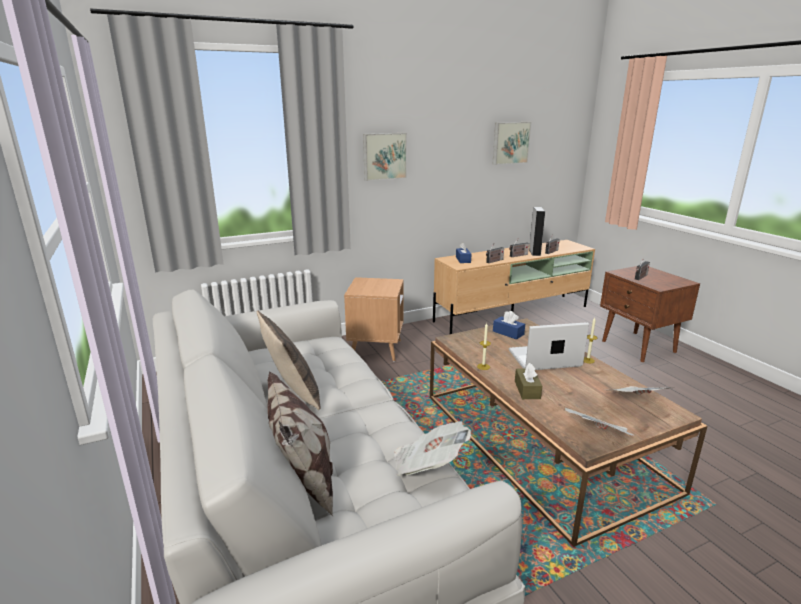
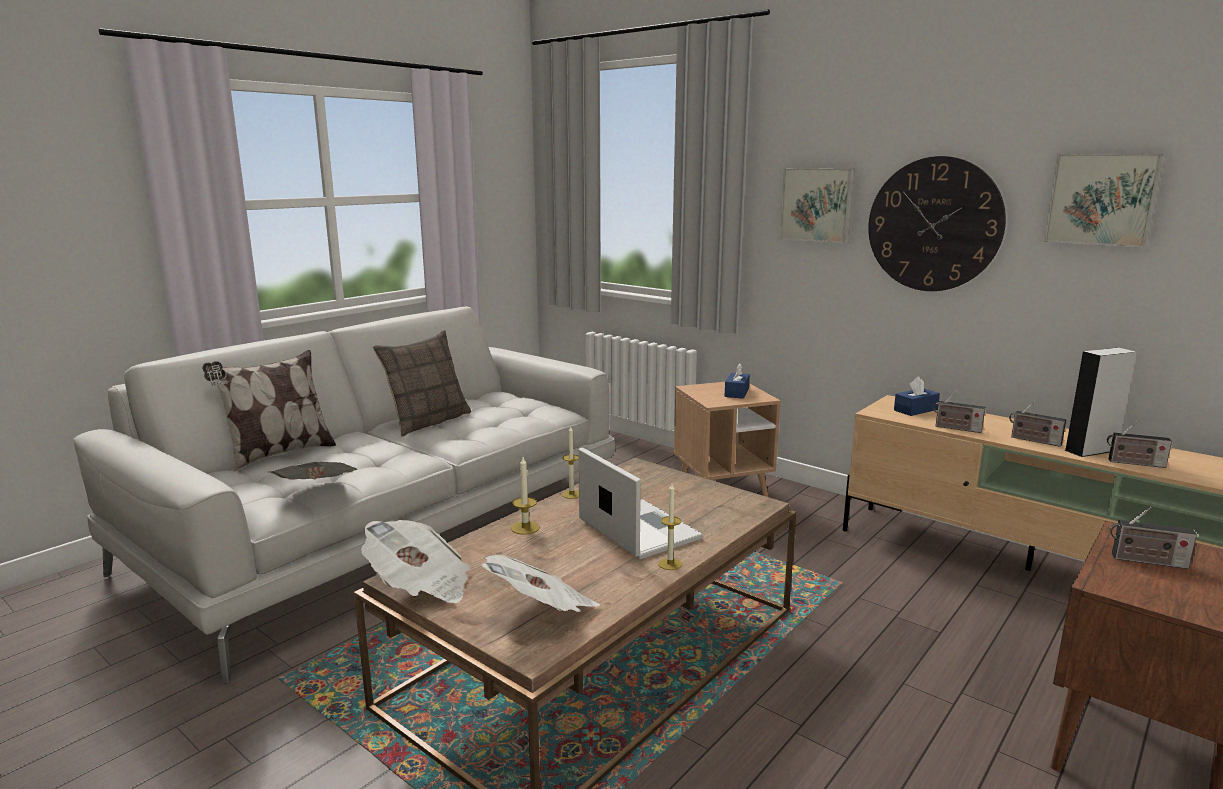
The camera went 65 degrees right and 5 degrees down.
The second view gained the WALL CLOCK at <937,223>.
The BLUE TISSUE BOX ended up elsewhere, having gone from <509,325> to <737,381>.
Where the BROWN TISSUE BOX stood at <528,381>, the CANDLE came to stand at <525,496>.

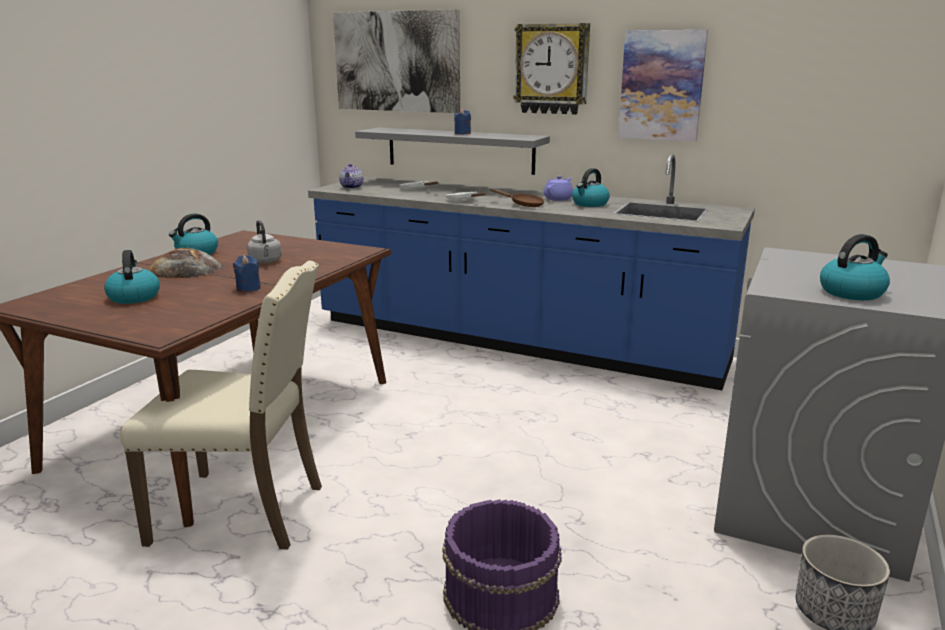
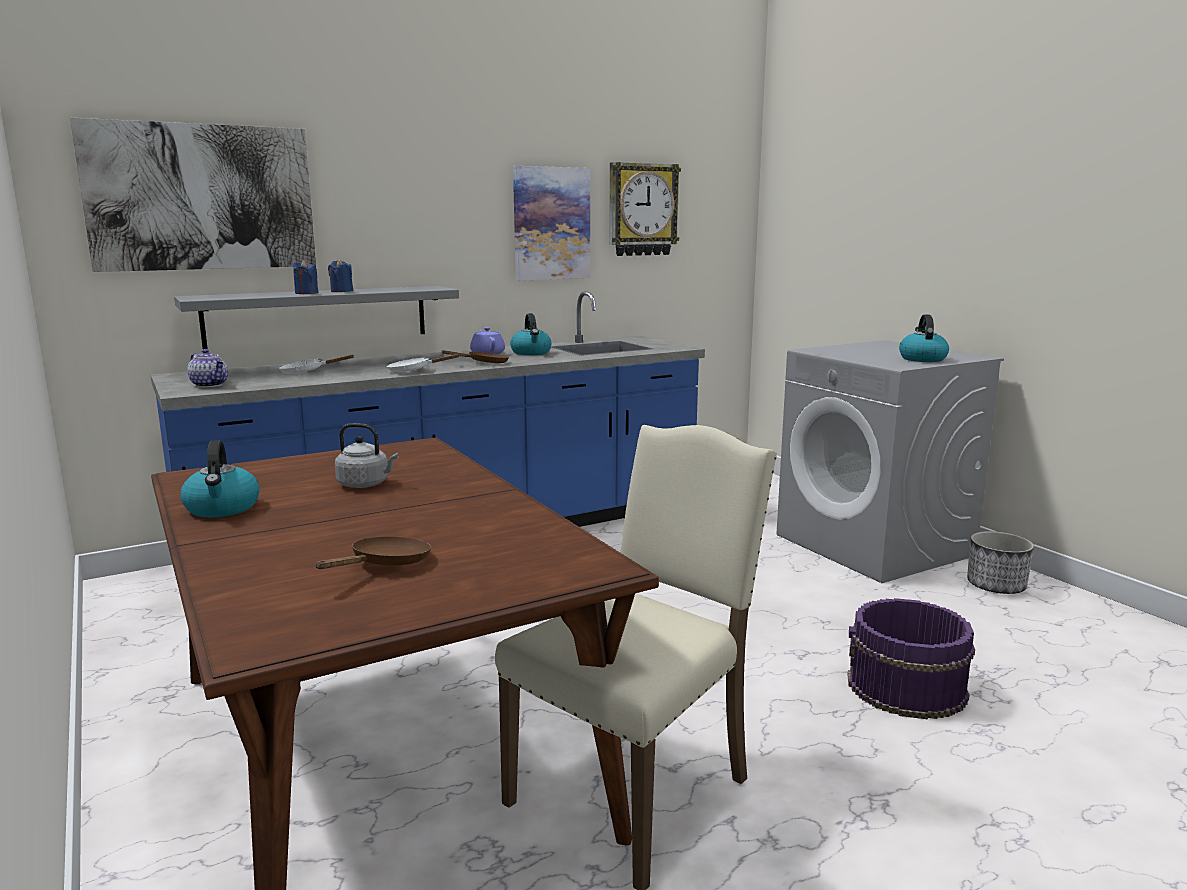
The camera went 55 degrees left and 5 degrees down.
The second view lost the BREAD at <185,263>.
The BLUE CANDLE ended up elsewhere, having gone from <247,273> to <305,277>.
The WALL CLOCK ended up elsewhere, having gone from <551,69> to <645,209>.
Where the KETTLE stood at <132,277>, the BROWN FRYING PAN came to stand at <373,552>.

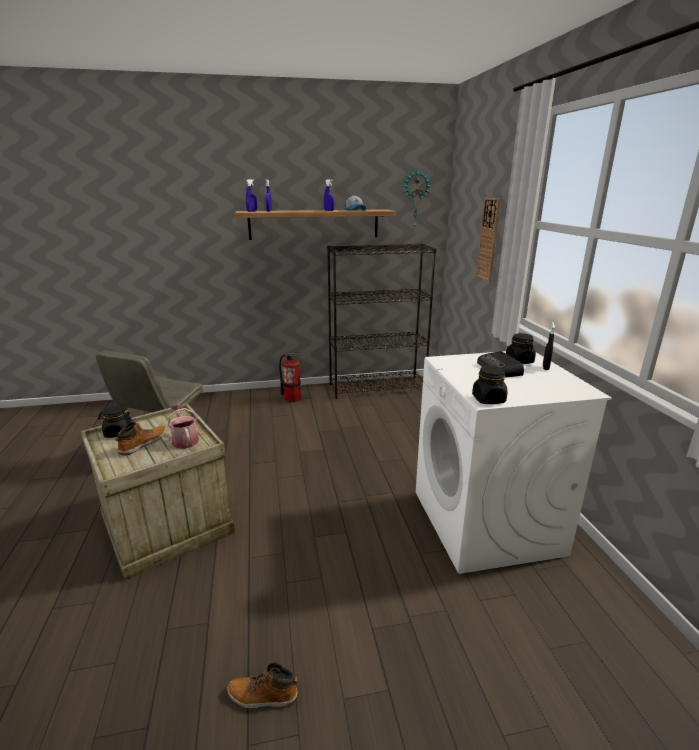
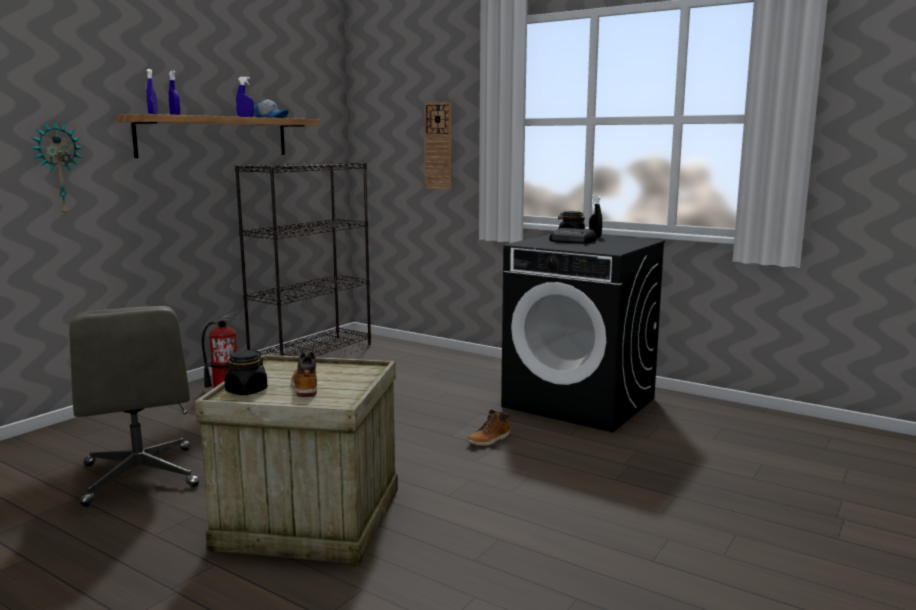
The camera went 45 degrees left and 10 degrees down.
The second view lost the WATERING CAN at <183,426>.
The second view lost the BLACK JAR at <490,384>.
The BOOT ended up elsewhere, having gone from <262,686> to <488,428>.
The WALL CLOCK ended up elsewhere, having gone from <417,198> to <57,169>.
What was the WHITE WASHING MACHINE at <514,462> turned into the BLACK WASHING MACHINE at <583,333>.

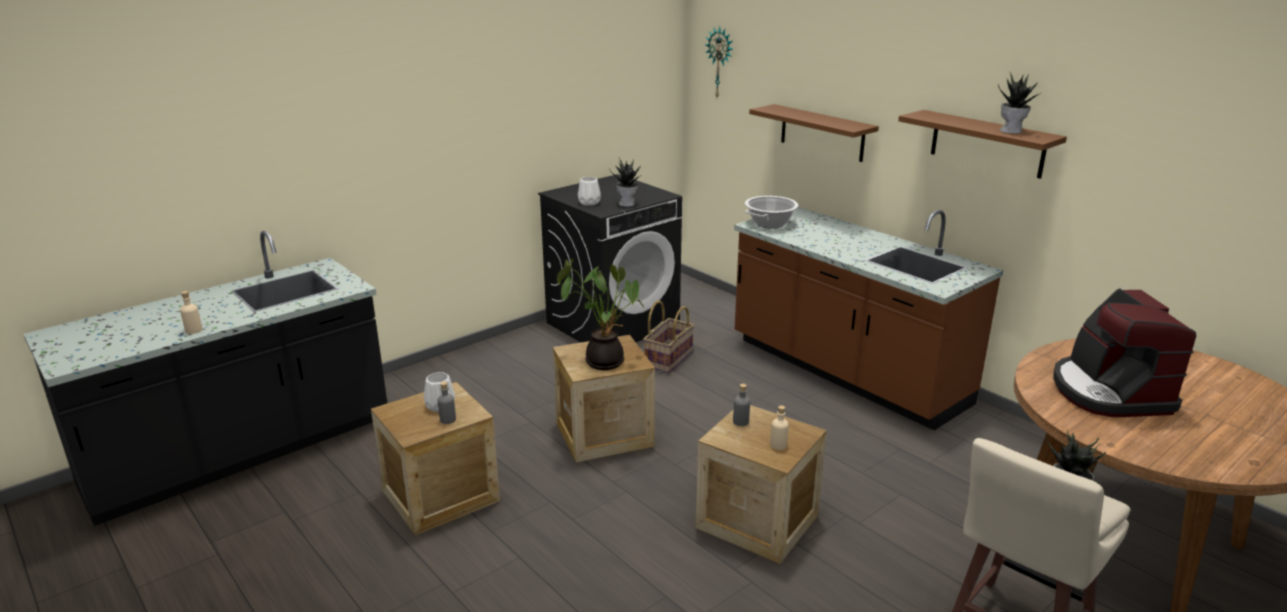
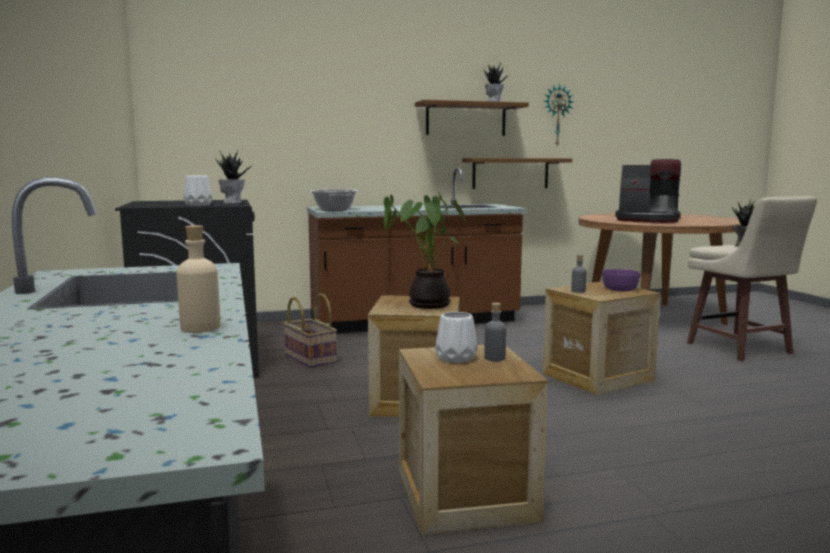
The camera went 65 degrees left and 15 degrees down.
The WALL CLOCK ended up elsewhere, having gone from <719,61> to <559,115>.
The BROWN SHELF ended up elsewhere, having gone from <814,133> to <517,173>.
Where the BEIGE BOTTLE stood at <779,428>, the PURPLE BOWL came to stand at <621,280>.

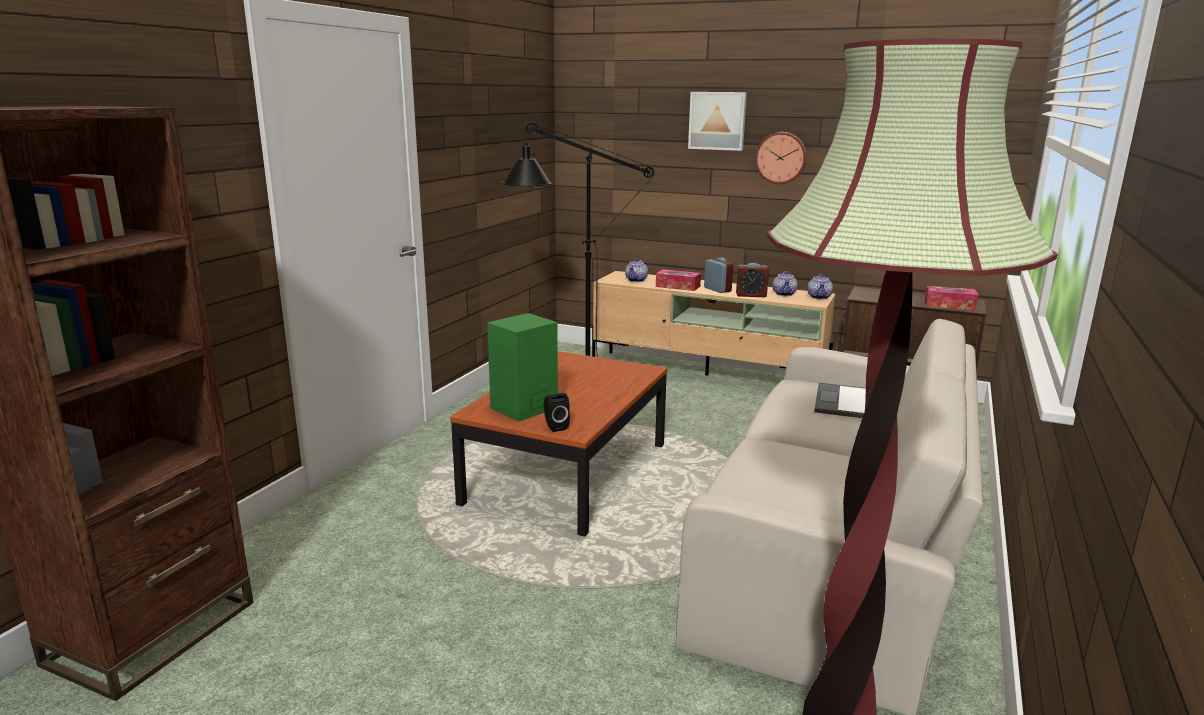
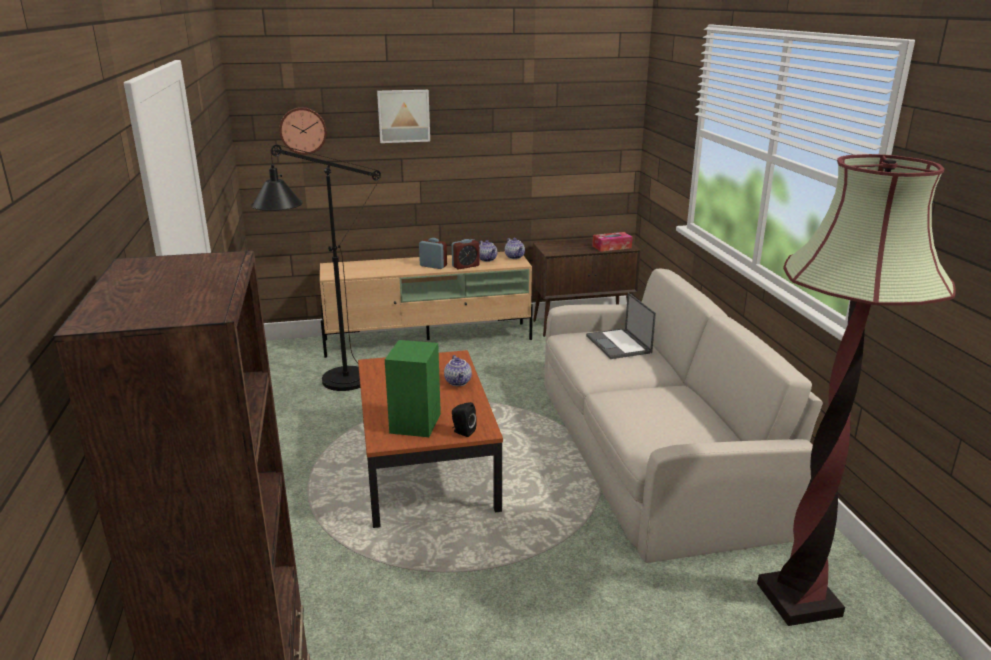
The camera went 35 degrees left and 5 degrees up.
The second view lost the TISSUE BOX at <678,280>.
The TEAPOT ended up elsewhere, having gone from <636,270> to <458,370>.
The WALL CLOCK ended up elsewhere, having gone from <781,158> to <303,131>.

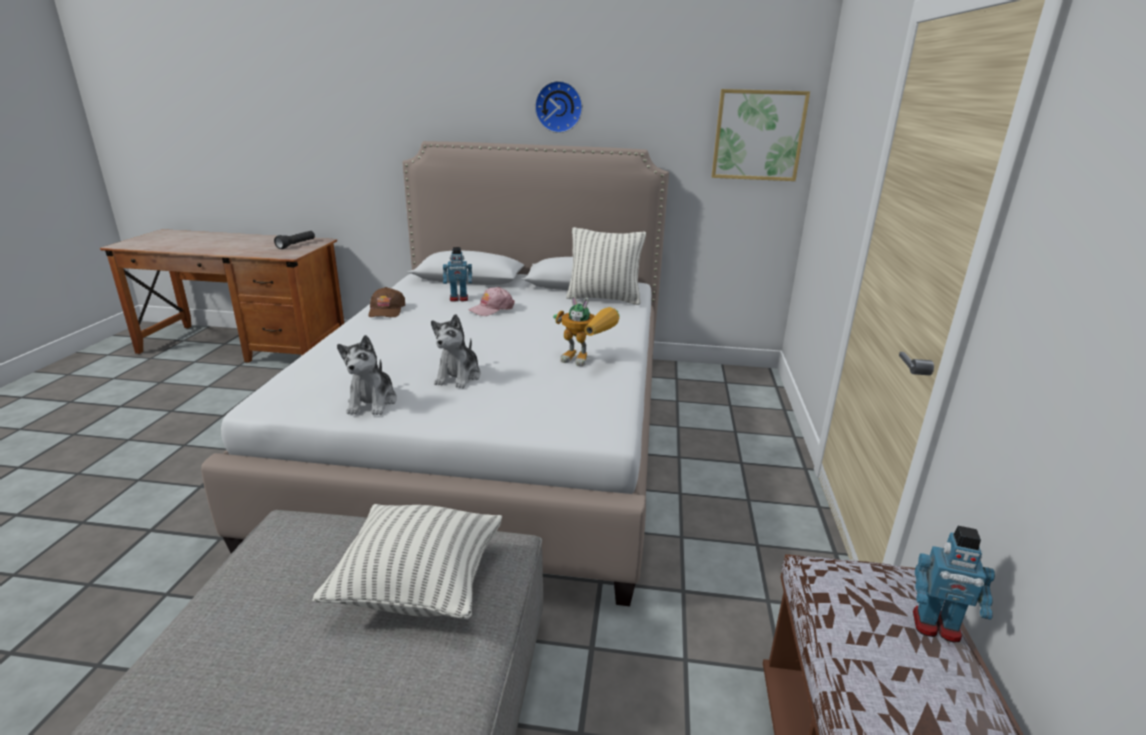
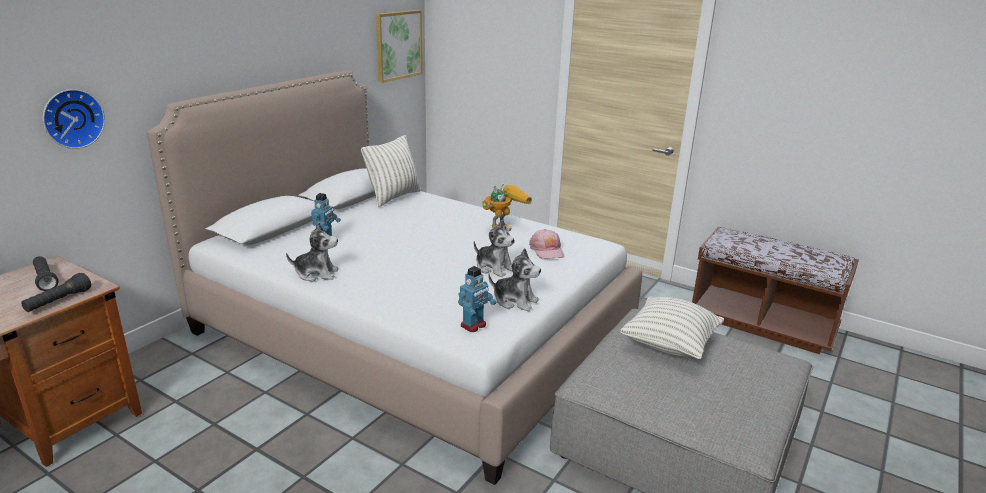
The camera went 65 degrees left and 0 degrees up.
The second view gained the BLACK FLASHLIGHT at <56,292>.
The PINK CAP ended up elsewhere, having gone from <491,301> to <547,244>.
The WALL CLOCK ended up elsewhere, having gone from <559,107> to <74,119>.
The TOY ROBOT ended up elsewhere, having gone from <954,584> to <477,299>.
Where the BROWN CAP stood at <386,302>, the PLUSH TOY came to stand at <312,252>.

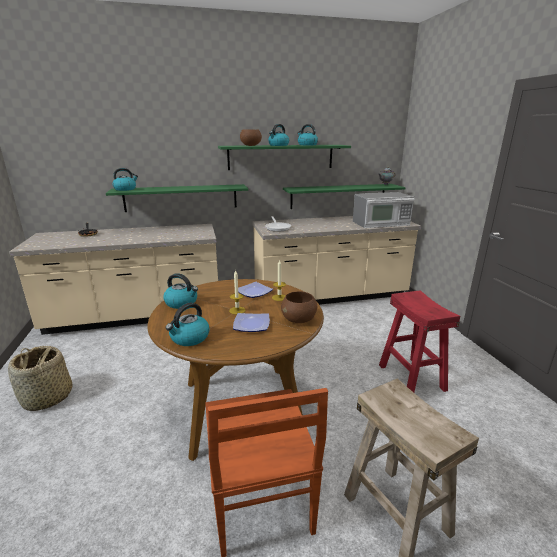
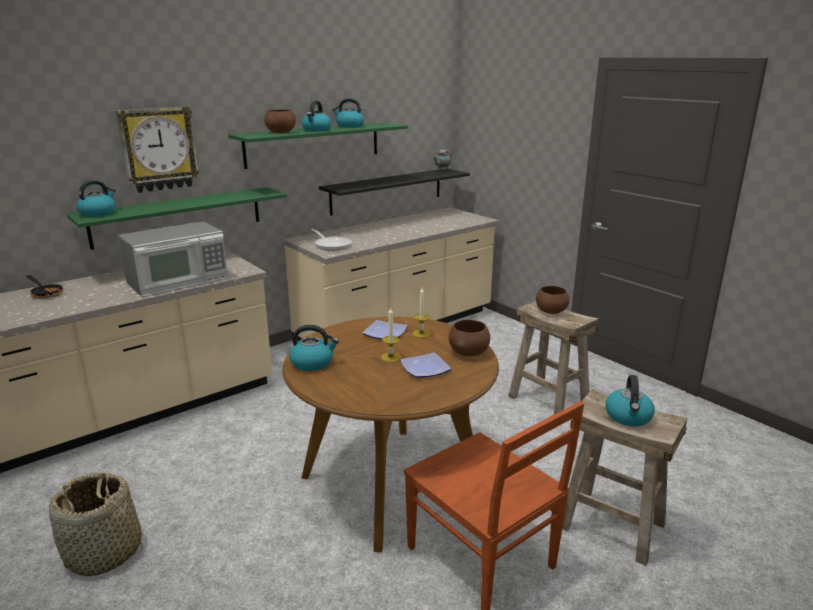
The camera went 25 degrees left and 0 degrees up.
The second view gained the WALL CLOCK at <158,150>.
The second view gained the BROWN BOWL at <553,300>.
The KETTLE ended up elsewhere, having gone from <188,324> to <630,401>.
The MICROWAVE ended up elsewhere, having gone from <384,210> to <173,259>.
What was the GREEN SHELF at <344,196> turned into the BLACK SHELF at <394,192>.
What was the RED STOOL at <419,341> turned into the BEIGE STOOL at <553,357>.

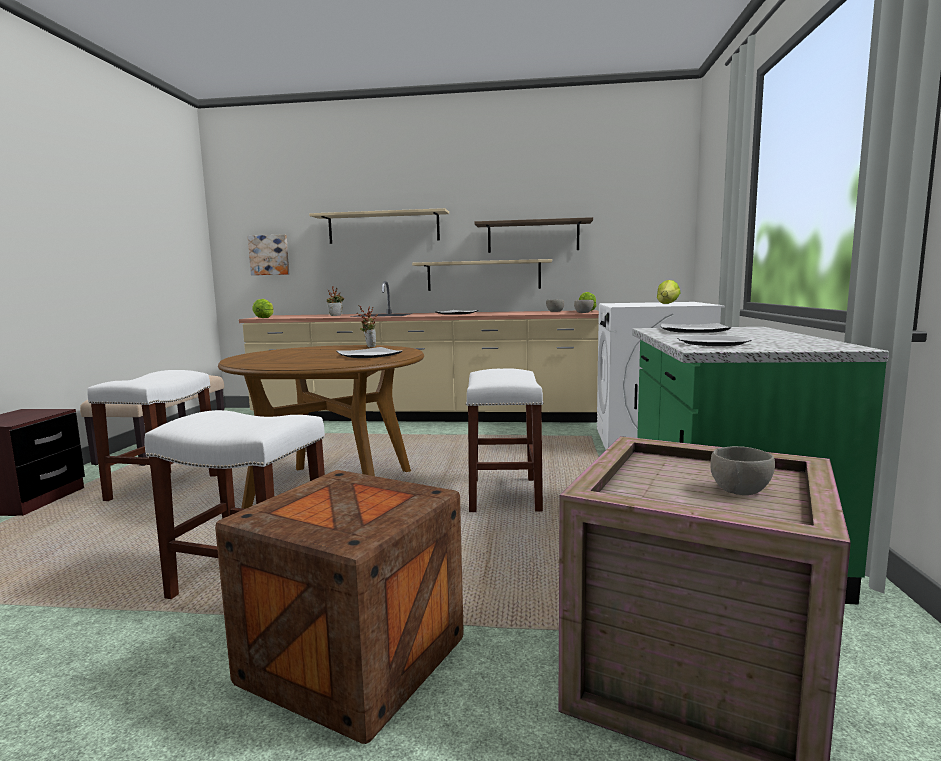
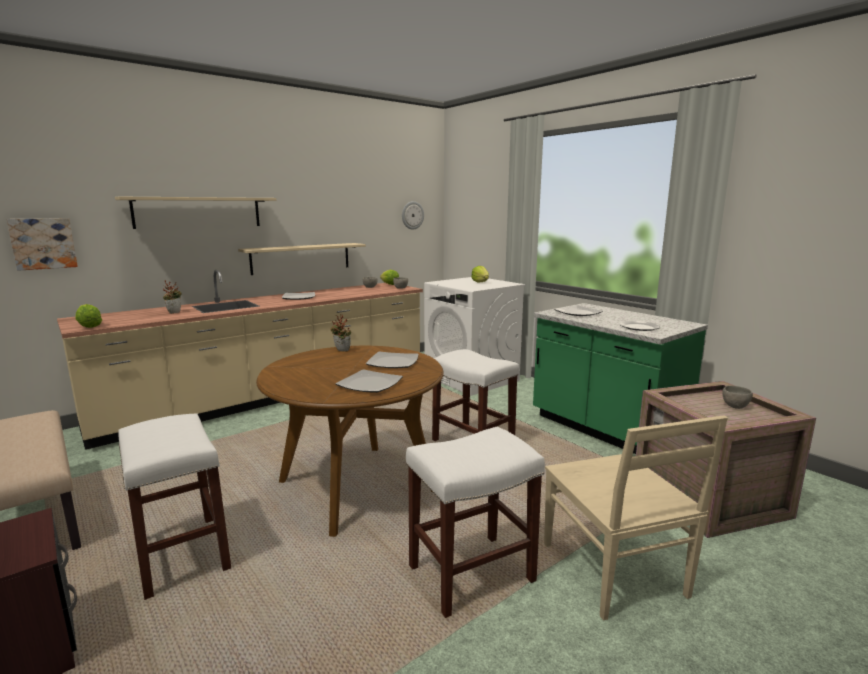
The camera went 45 degrees left and 5 degrees up.
The second view lost the SHELF at <533,235>.
The second view gained the PLATE at <369,381>.
The second view gained the WALL CLOCK at <413,215>.
Where the CRATE stood at <339,607>, the BEIGE CHAIR came to stand at <636,517>.

